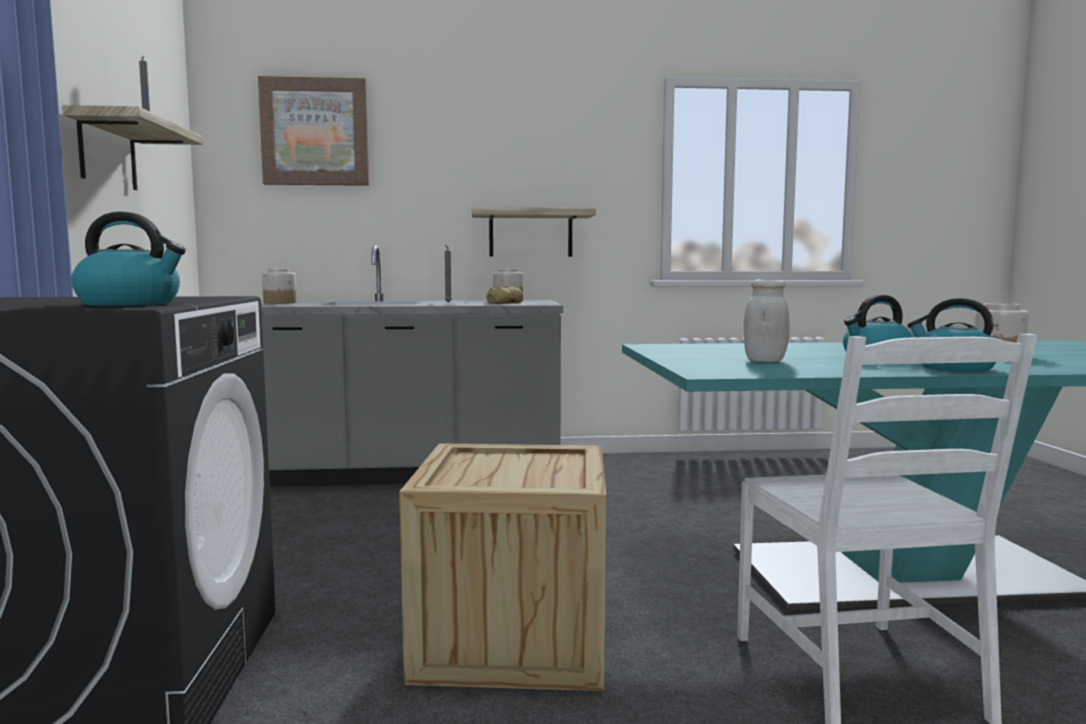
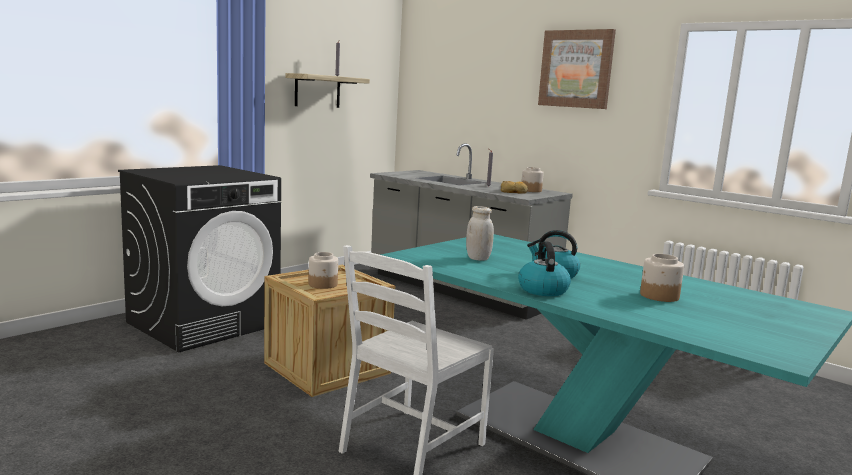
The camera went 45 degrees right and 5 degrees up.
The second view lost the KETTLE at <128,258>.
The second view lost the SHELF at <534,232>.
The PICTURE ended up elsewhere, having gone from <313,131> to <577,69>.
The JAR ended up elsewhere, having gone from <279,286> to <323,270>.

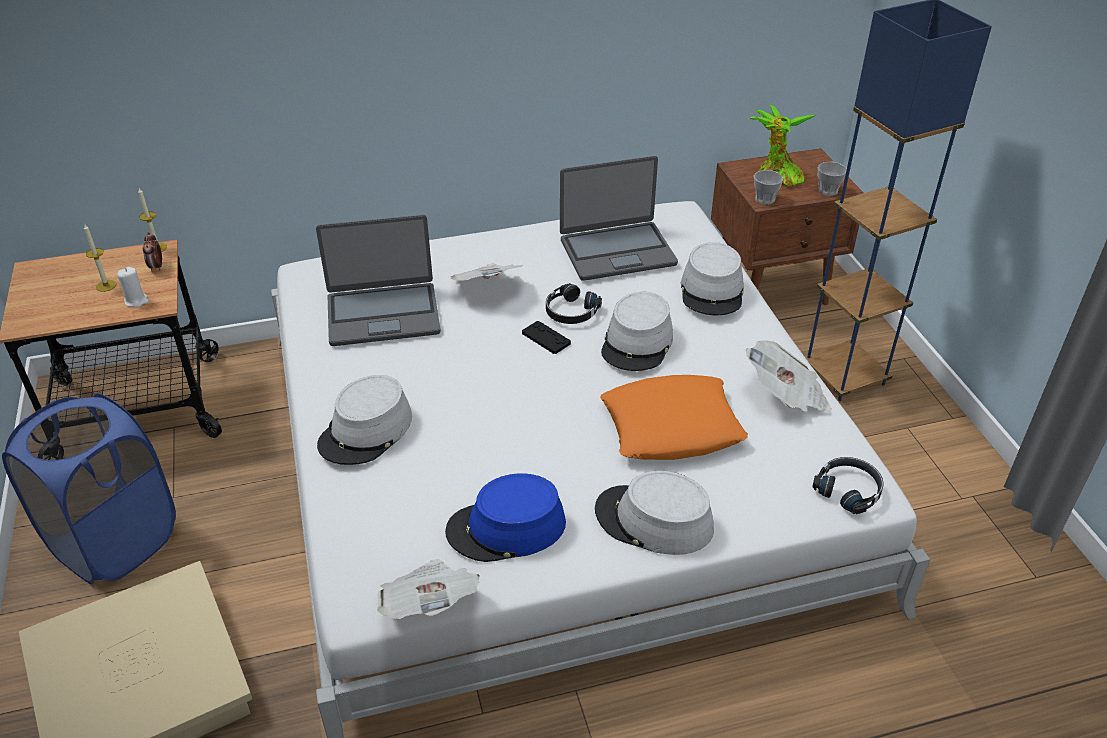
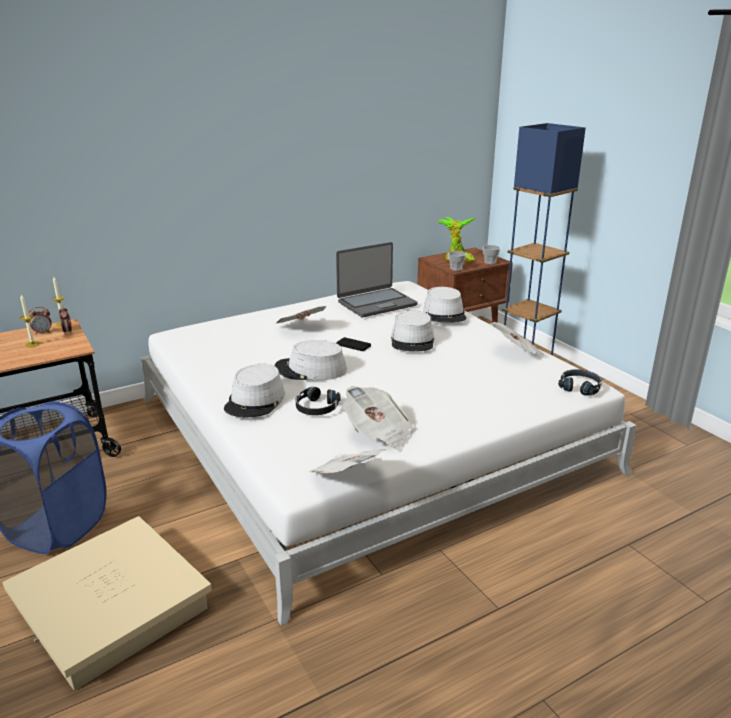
The camera went 15 degrees left and 15 degrees down.
The second view lost the WHITE CANDLE at <133,287>.
The second view lost the LAPTOP at <378,280>.
The second view lost the ORANGE PILLOW at <674,417>.
The second view gained the ALARM CLOCK at <40,321>.
The BLACK HEADPHONES ended up elsewhere, having gone from <574,303> to <318,401>.
The GREY HAT ended up elsewhere, having gone from <654,513> to <311,360>.
Where the BLUE HAT stood at <505,517>, the NEWSPAPER came to stand at <377,418>.

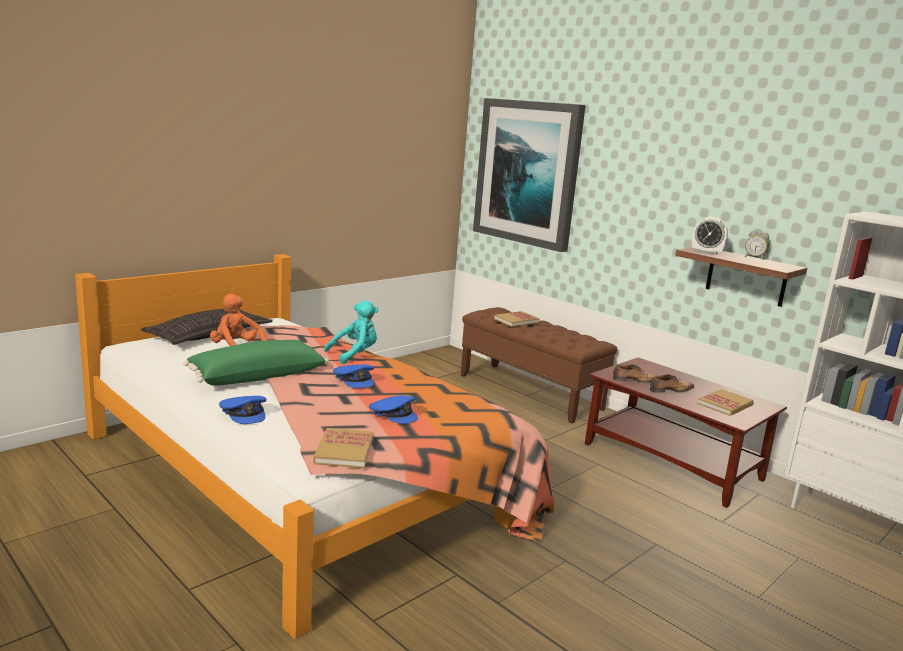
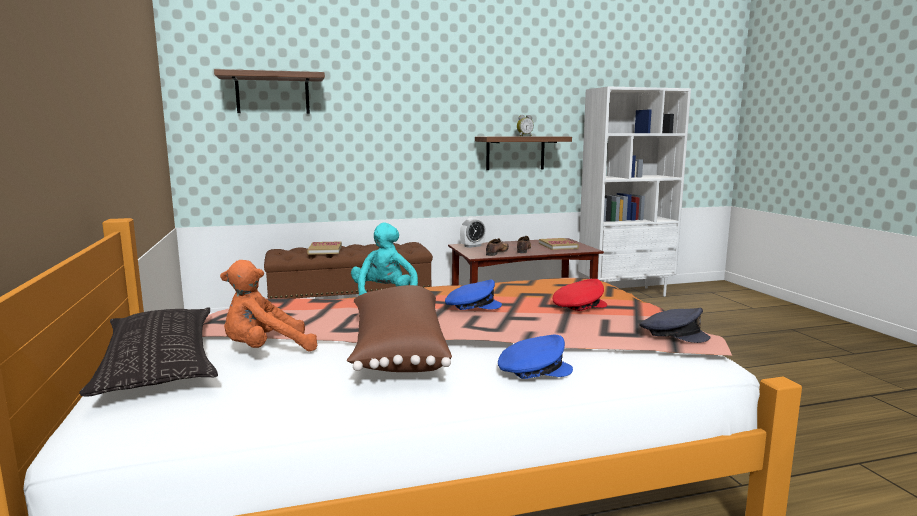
The camera went 60 degrees left and 5 degrees down.
The ALARM CLOCK ended up elsewhere, having gone from <710,236> to <473,232>.
Where the BOOK stood at <343,448>, the GREY CAP came to stand at <675,325>.
Where the PICTURE hung at <529,175>, the SHELF came to hang at <269,91>.
What was the GREEN PILLOW at <256,363> turned into the BROWN PILLOW at <399,328>.
What was the BLUE CAP at <393,409> turned into the RED CAP at <579,295>.

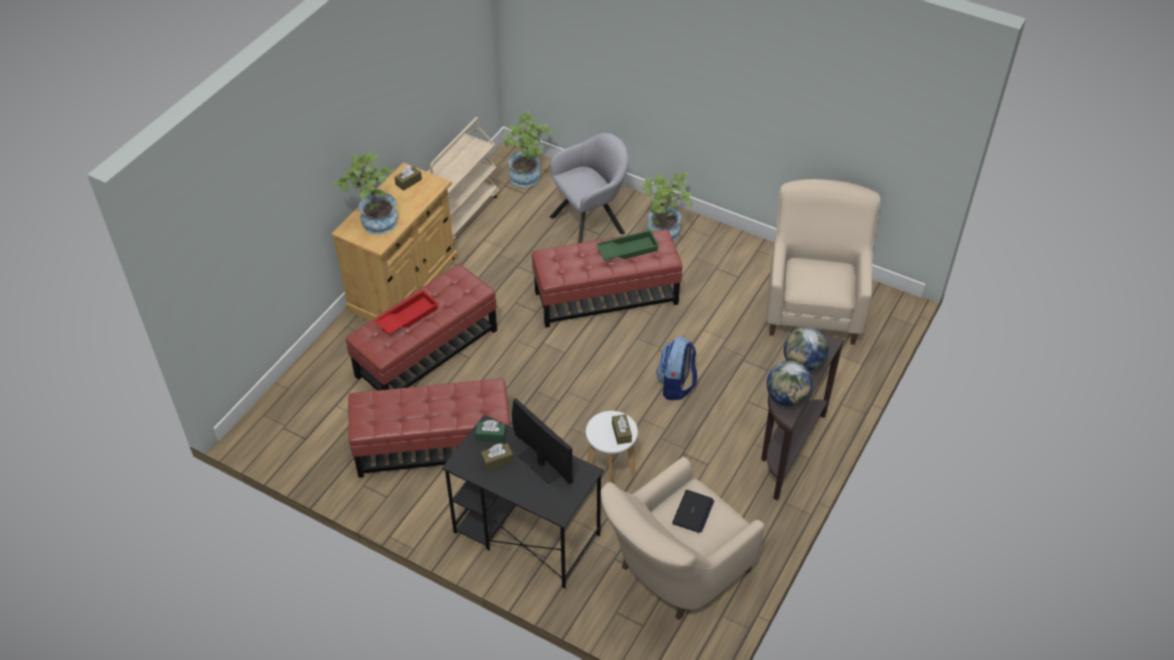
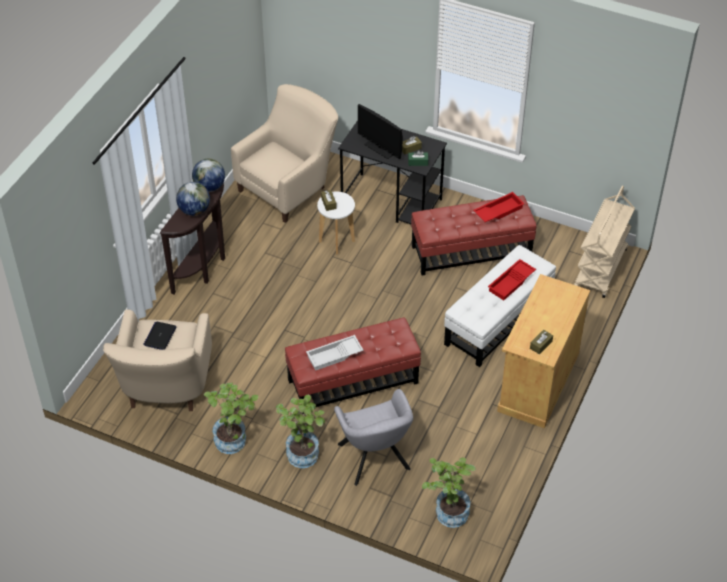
The camera went 175 degrees right and 0 degrees up.
The second view lost the BACKPACK at <676,368>.
The second view gained the RED TRAY at <498,207>.
The POTTED PLANT ended up elsewhere, having gone from <365,193> to <231,418>.
The BEIGE CART ended up elsewhere, having gone from <463,181> to <604,242>.
The LAPTOP ended up elsewhere, having gone from <693,511> to <159,336>.
What was the RED OTTOMAN at <421,327> turned into the WHITE OTTOMAN at <500,306>.
What was the GREEN TRAY at <627,245> turned into the WHITE TRAY at <335,353>.
The GREY ARMCHAIR at <589,188> ended up facing another way, 75 degrees counterclockwise from before.

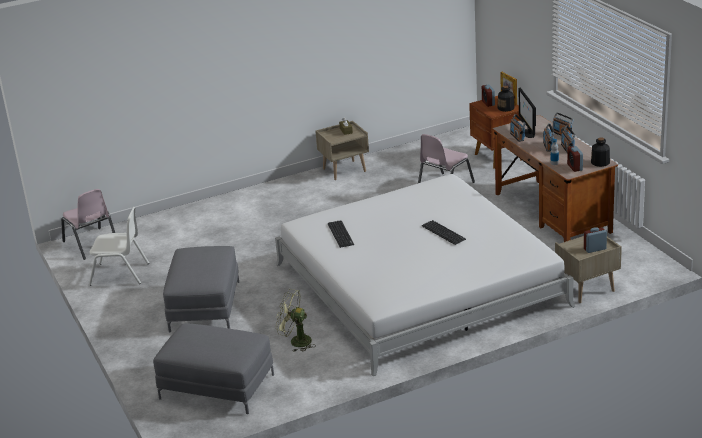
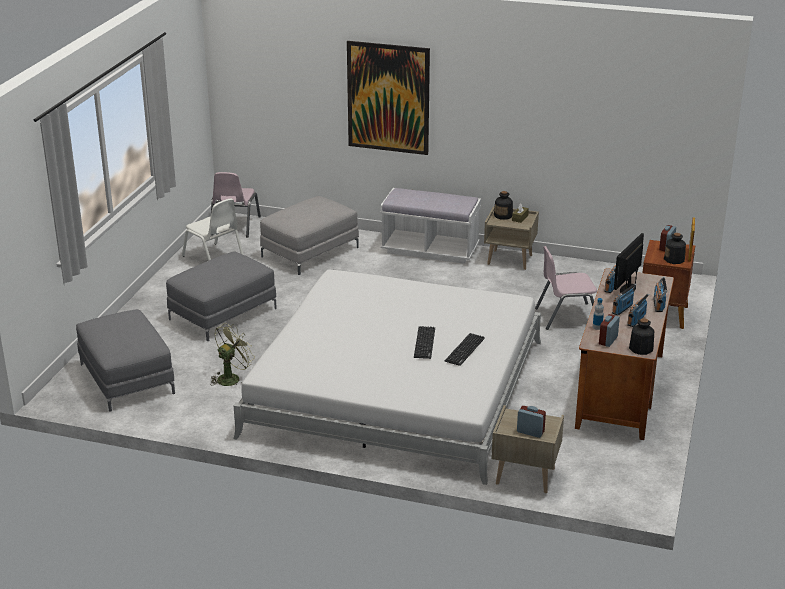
The camera went 40 degrees right and 0 degrees up.
The second view gained the GREY OTTOMAN at <309,235>.
The second view gained the PICTURE at <388,98>.
The second view gained the WHITE BENCH at <430,226>.
The second view gained the BOTTLE at <503,205>.
The KEYBOARD ended up elsewhere, having gone from <341,234> to <465,349>.
The GREEN FAN at <296,320> ended up facing another way, 75 degrees clockwise from before.

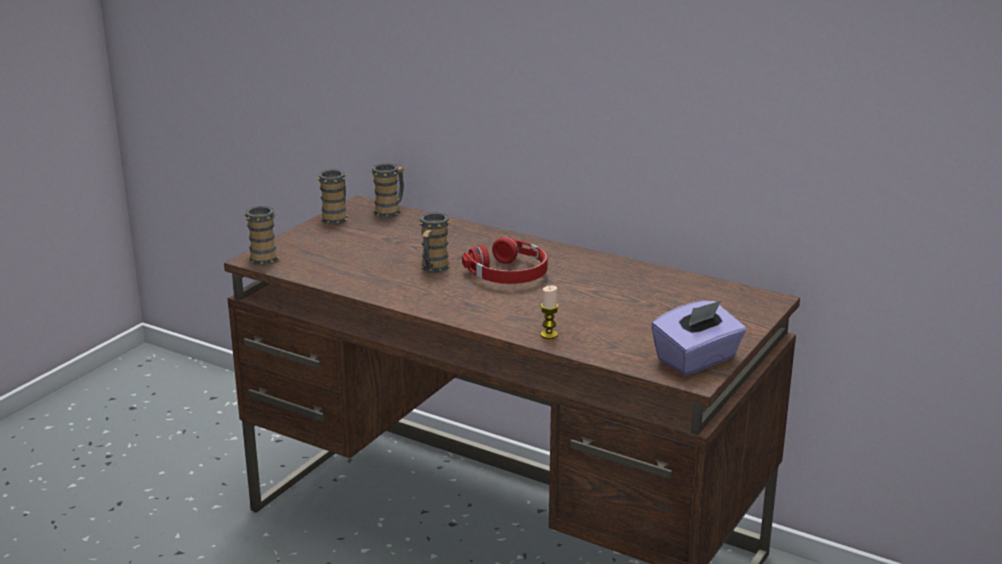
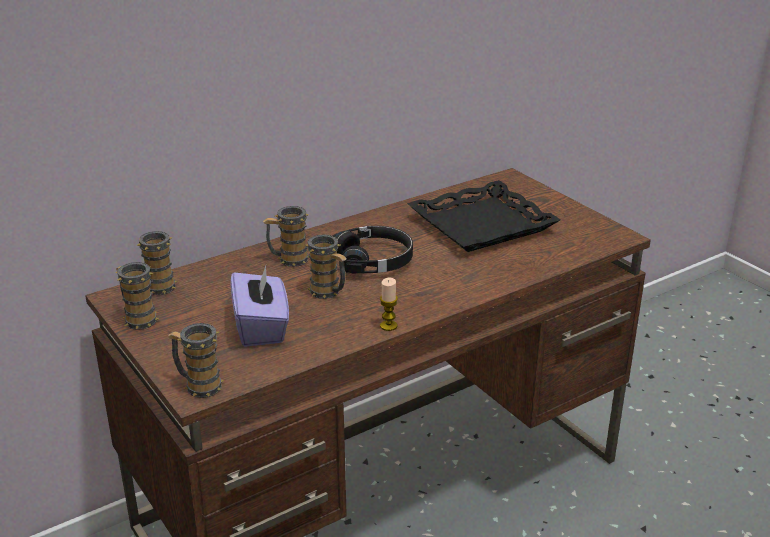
The camera went 65 degrees left and 5 degrees up.
The second view gained the MUG at <286,236>.
The second view gained the BLACK TRAY at <483,216>.
The CANDLE ended up elsewhere, having gone from <549,312> to <389,304>.
The PURPLE TISSUE BOX ended up elsewhere, having gone from <698,337> to <259,306>.
What was the RED HEADPHONES at <505,260> turned into the BLACK HEADPHONES at <373,250>.

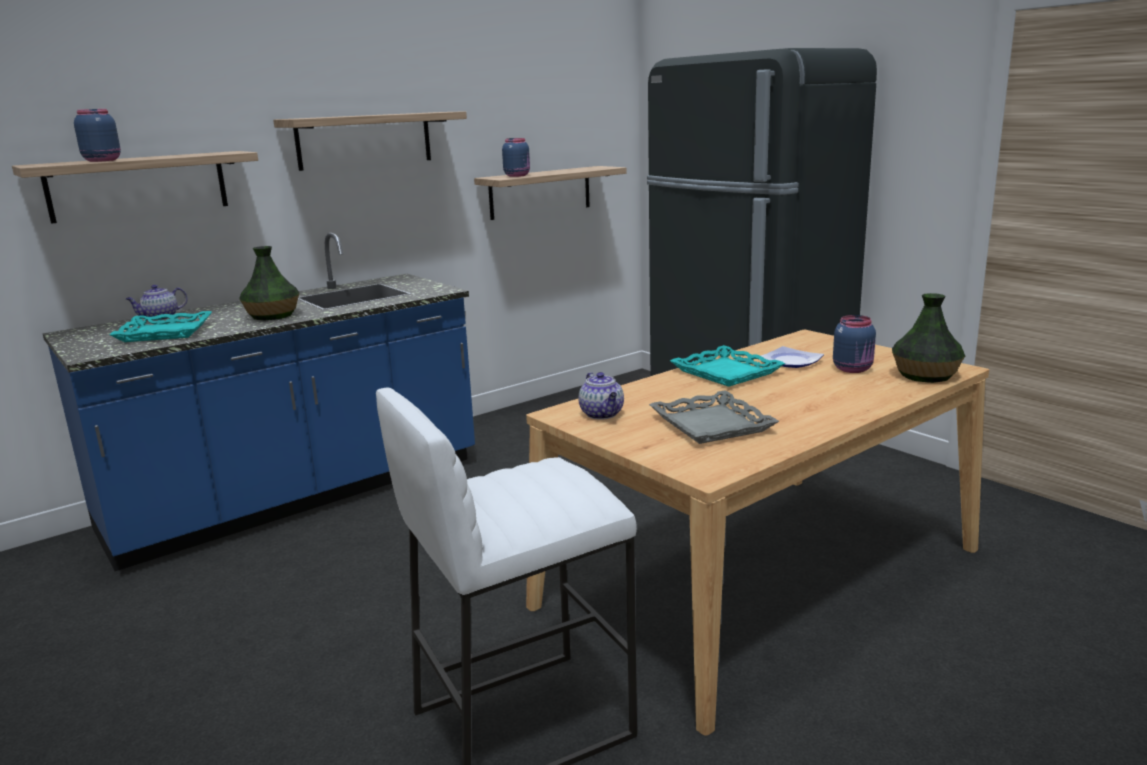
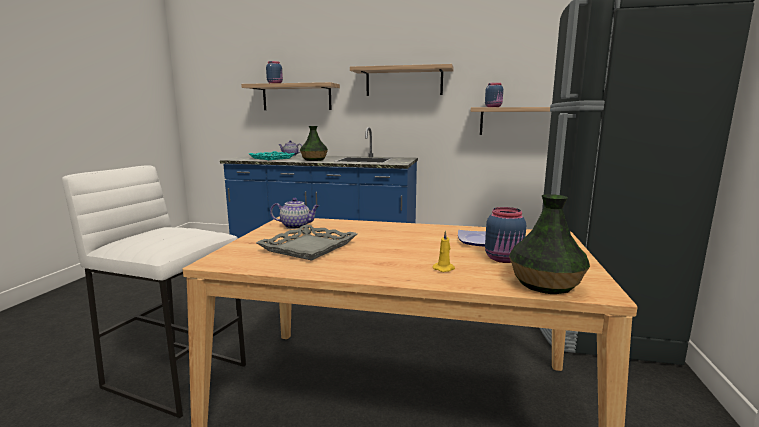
The camera went 50 degrees right and 5 degrees down.
The second view lost the TURQUOISE TRAY at <727,366>.
The second view gained the YELLOW CANDLE at <444,251>.
The TEAPOT at <601,396> ended up facing another way, 120 degrees counterclockwise from before.

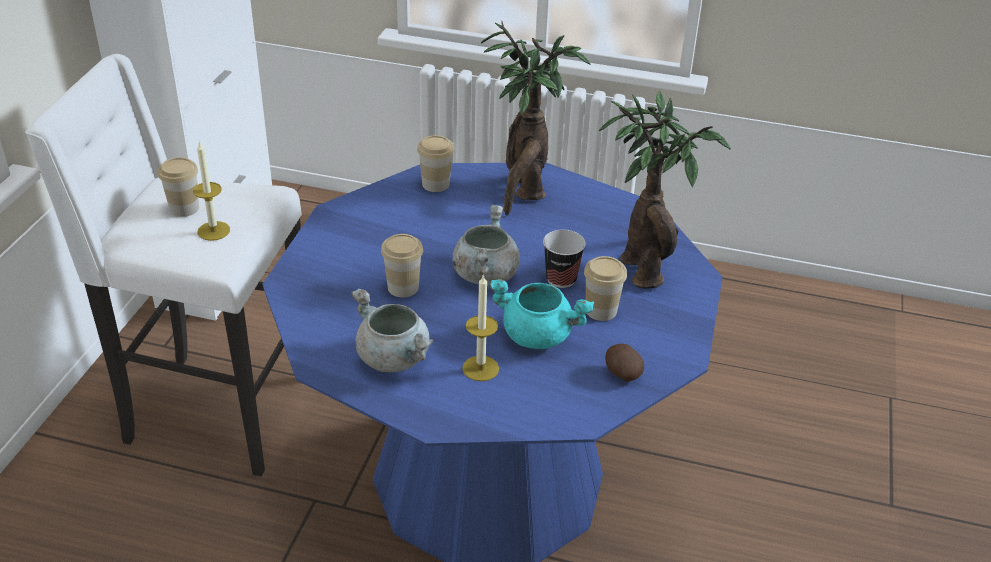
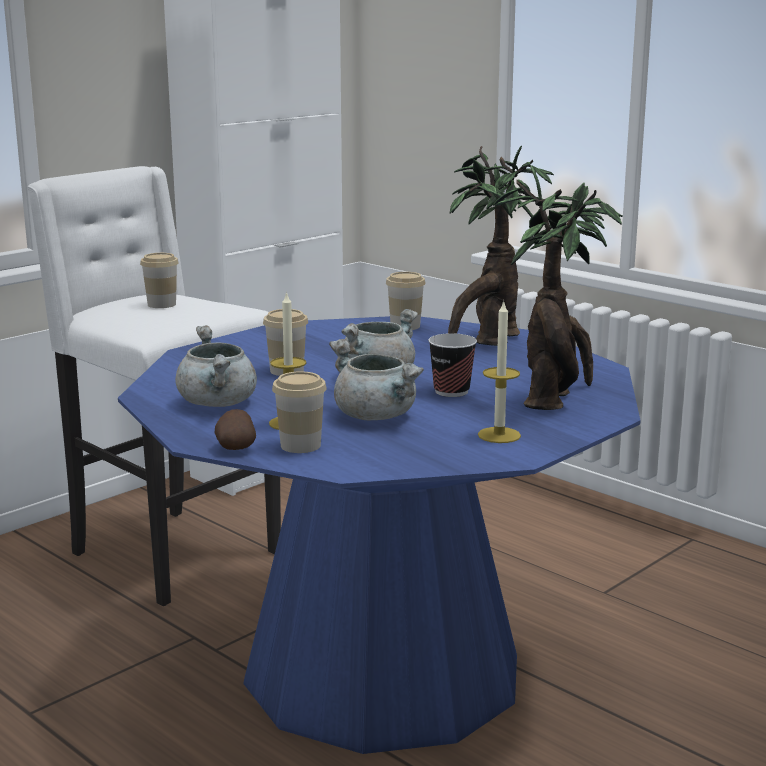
The camera went 30 degrees right and 20 degrees down.
The CANDLE ended up elsewhere, having gone from <211,191> to <499,371>.
The CUP ended up elsewhere, having gone from <605,288> to <299,412>.
The POTATO ended up elsewhere, having gone from <624,363> to <235,429>.
What was the TURQUOISE COOKING POT at <541,314> turned into the GREY COOKING POT at <376,379>.

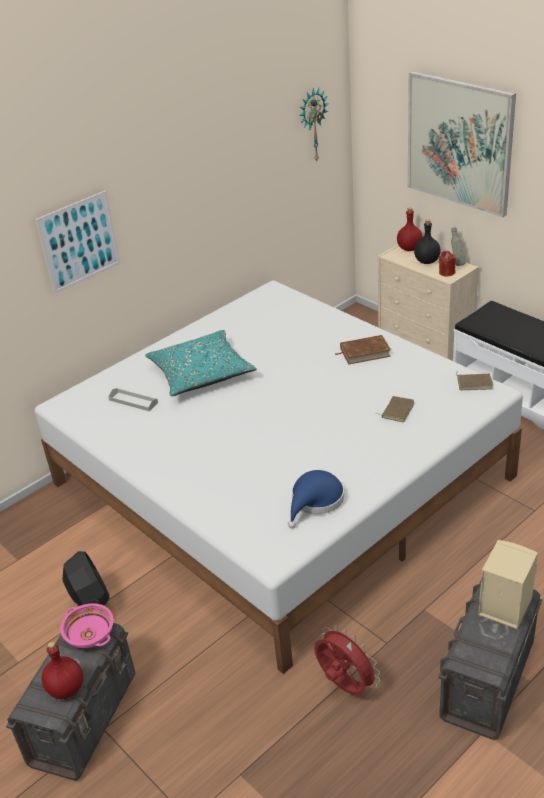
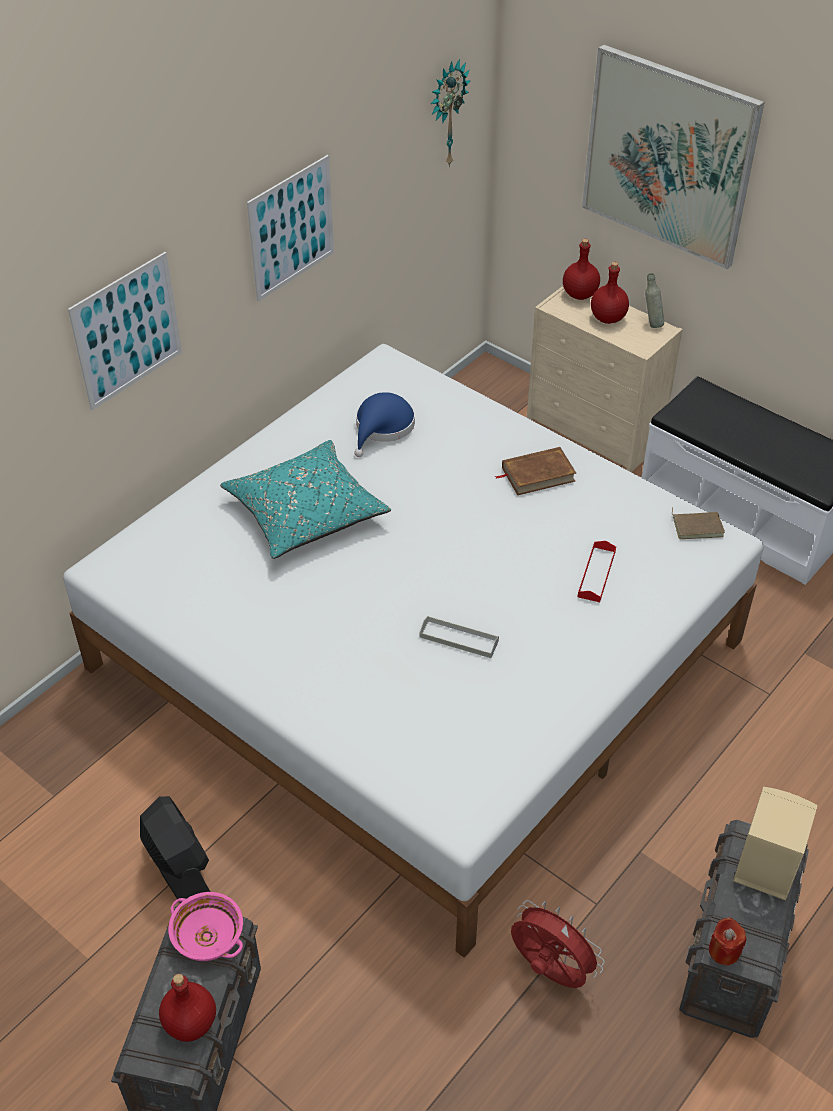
The camera went 10 degrees left and 10 degrees up.
The second view gained the PICTURE at <290,228>.
The GREY TRAY ended up elsewhere, having gone from <133,399> to <459,637>.
The BLUE HAT ended up elsewhere, having gone from <316,499> to <384,424>.
The RED CANDLE ended up elsewhere, having gone from <447,264> to <727,941>.
Where the BROWN BOOK stood at <395,409>, the RED TRAY came to stand at <597,571>.
What was the BLACK BOTTLE at <427,242> turned into the RED BOTTLE at <610,293>.

